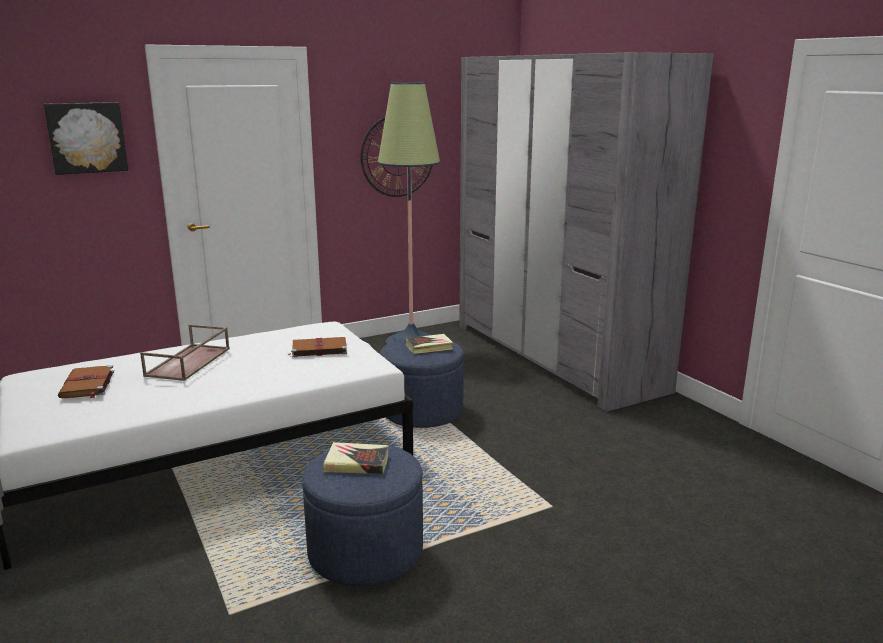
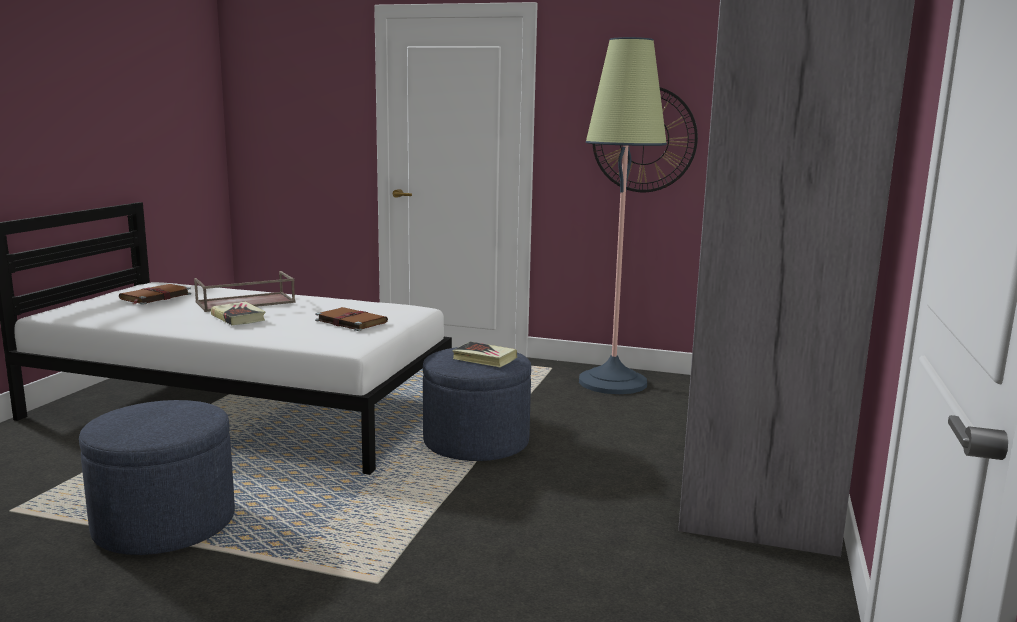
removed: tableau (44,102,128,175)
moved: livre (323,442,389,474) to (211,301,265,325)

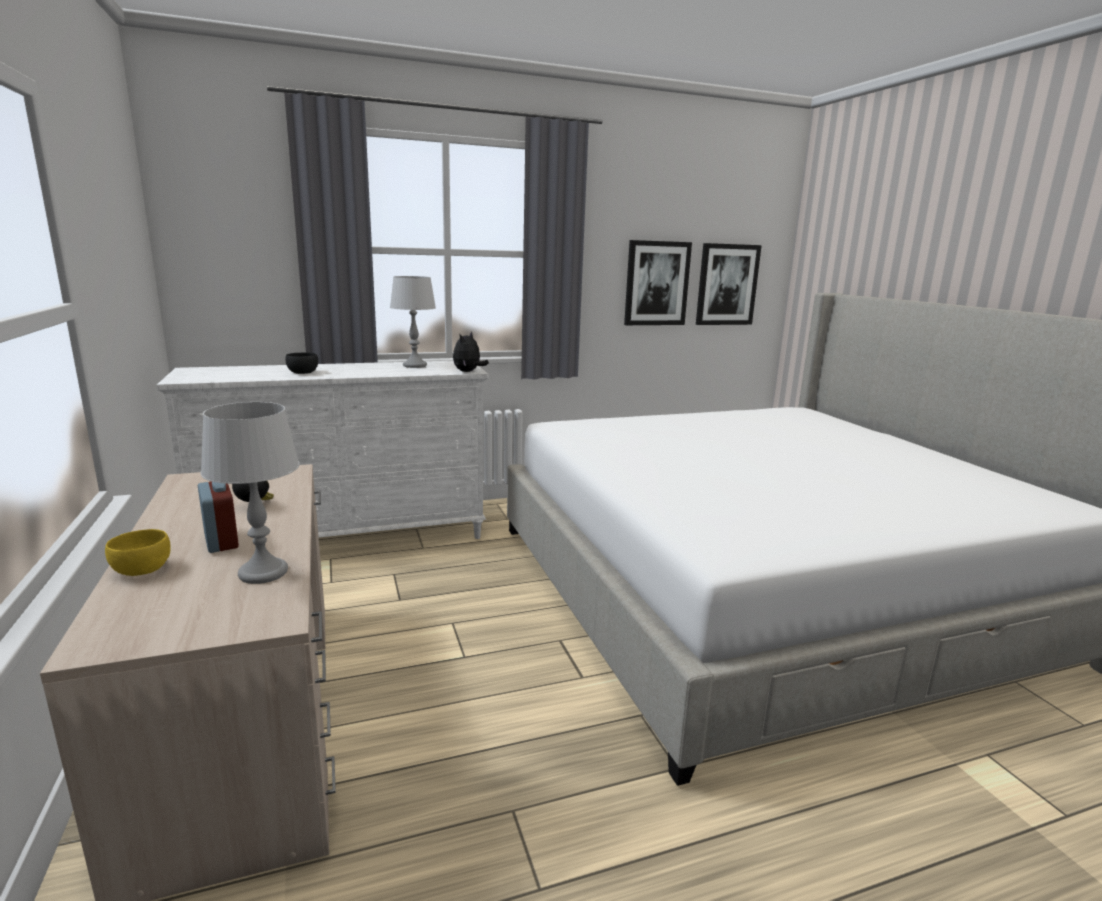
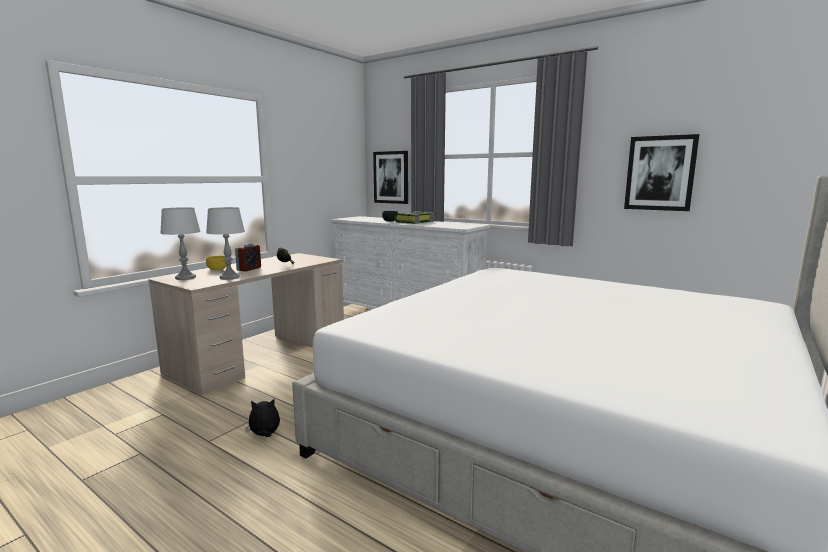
added: livre (394,211,434,224)
moved: lampe de table (gris) (390,276,436,368) to (160,207,201,280); peluche (453,331,489,372) to (245,398,280,437); tableau (696,243,762,325) to (373,151,408,204)

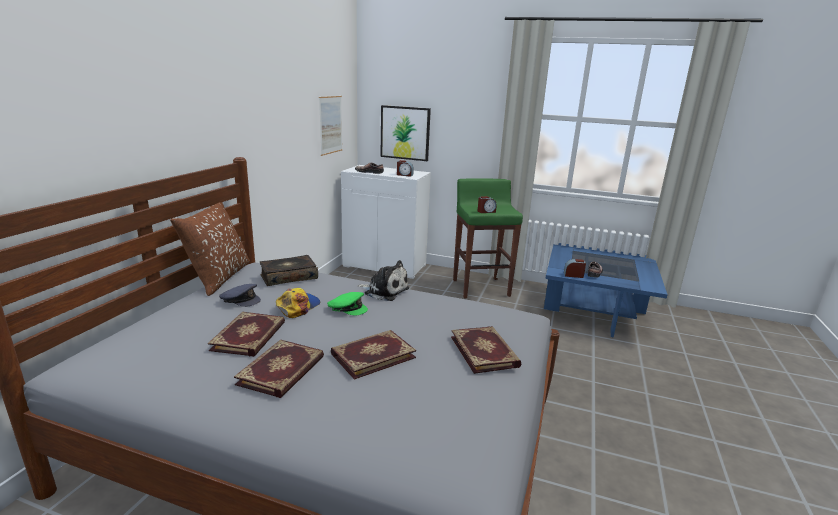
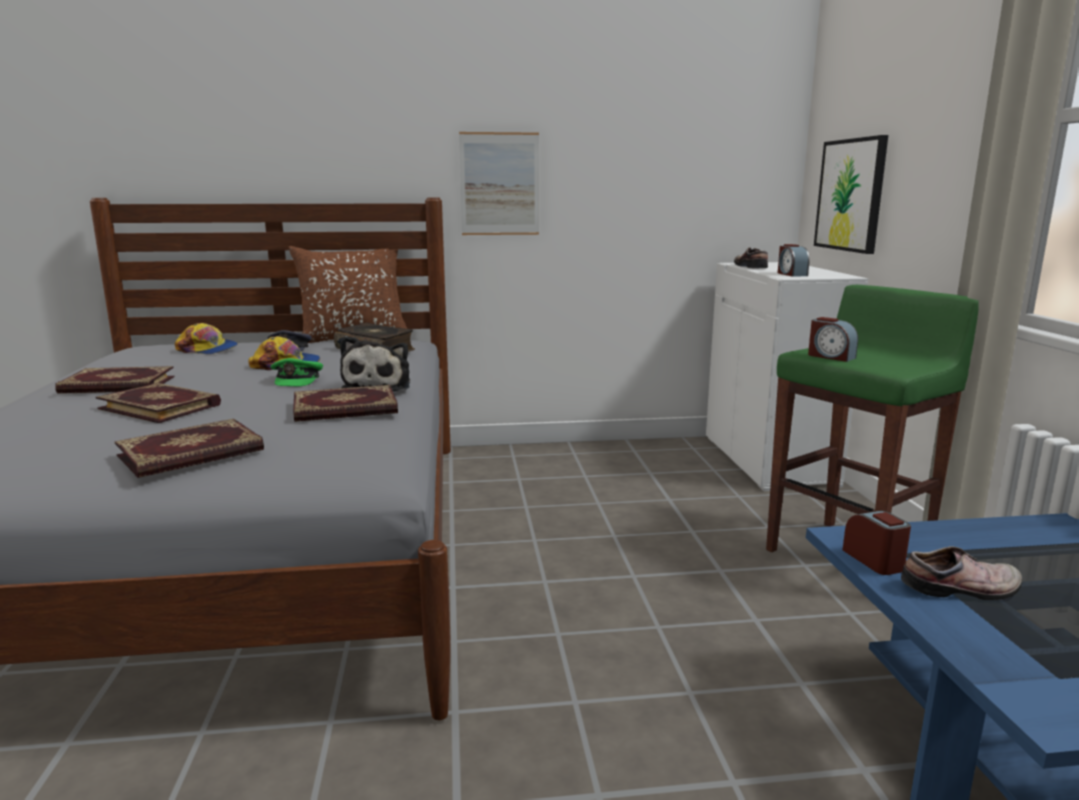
added: casquette (175,323,238,354)
moved: livre (208,312,285,357) to (293,385,398,422); tableau (319,96,342,156) to (459,132,539,235)

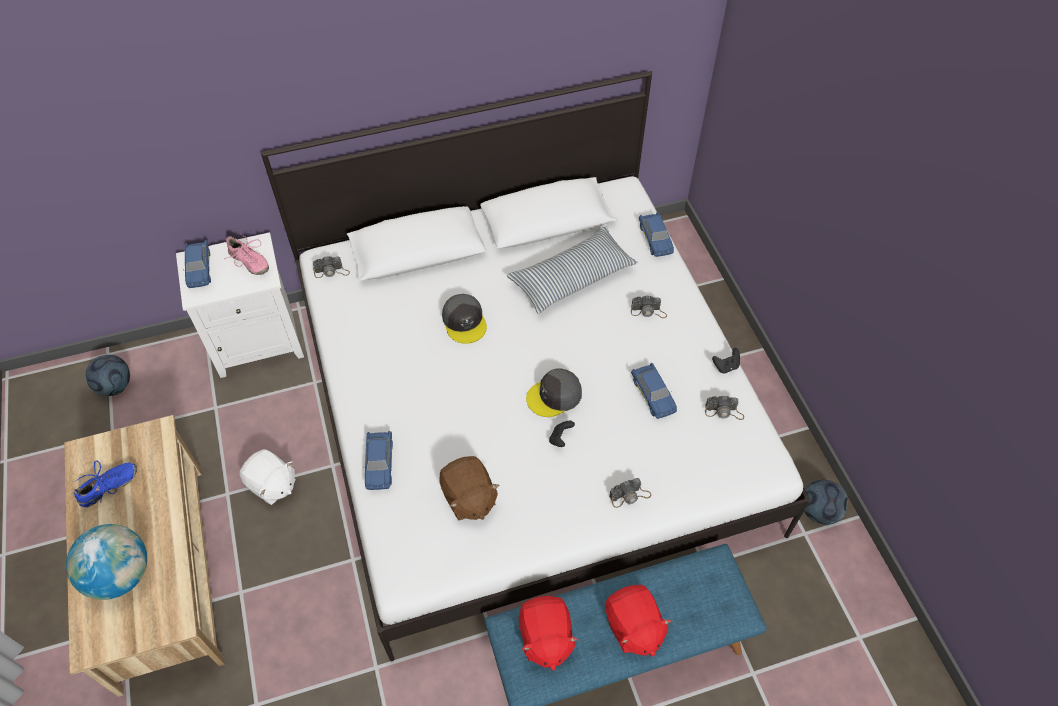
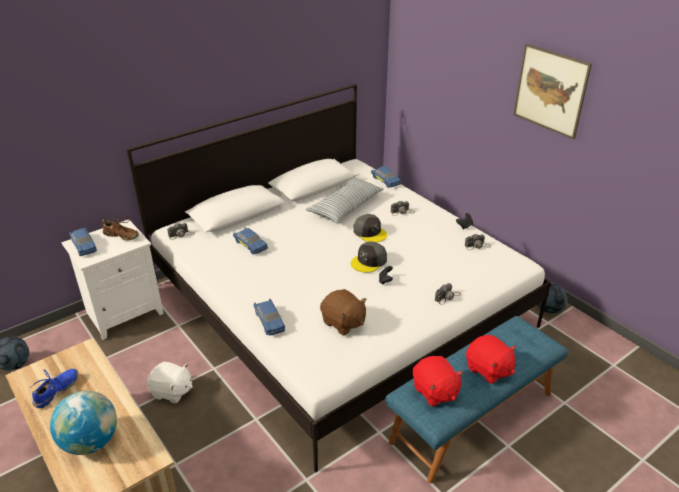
added: tableau (513,43,592,139)
moved: petite voiture (bleu) (631,363,677,419) to (233,228,268,254); casquette (gris) (442,294,487,344) to (353,214,387,242)
recoloured: chaussure (rose) (224,234,269,275) to chaussure (marron) (102,217,139,240)

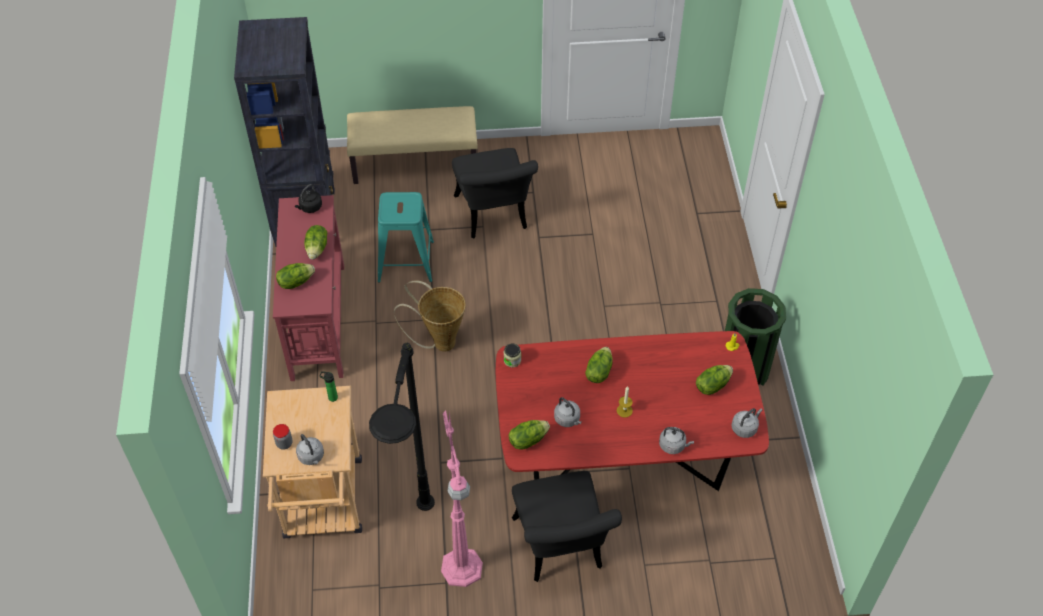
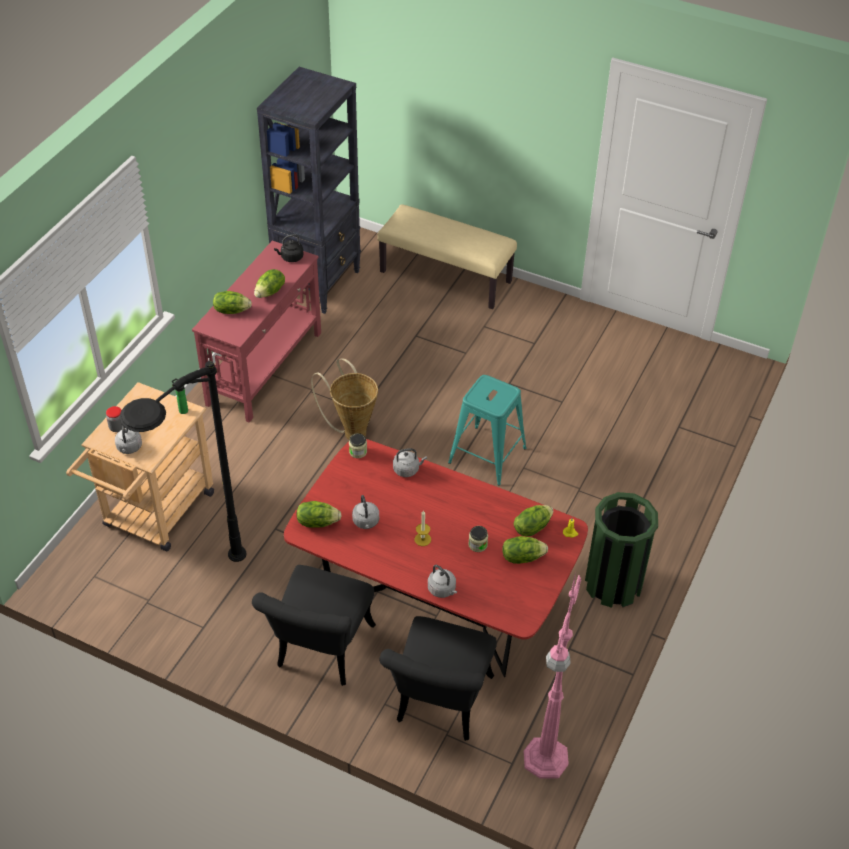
added: bocal (468,526,488,552)
moved: chaise (noir) (452,148,538,238) to (379,616,497,741); bouilloire (gris) (732,408,763,438) to (393,448,427,477); tabouret (turquoise) (378,192,434,283) to (448,375,526,486); laitue (585,347,612,383) to (514,505,553,537); lampadaire (rose) (441,411,483,587) to (524,572,581,779)

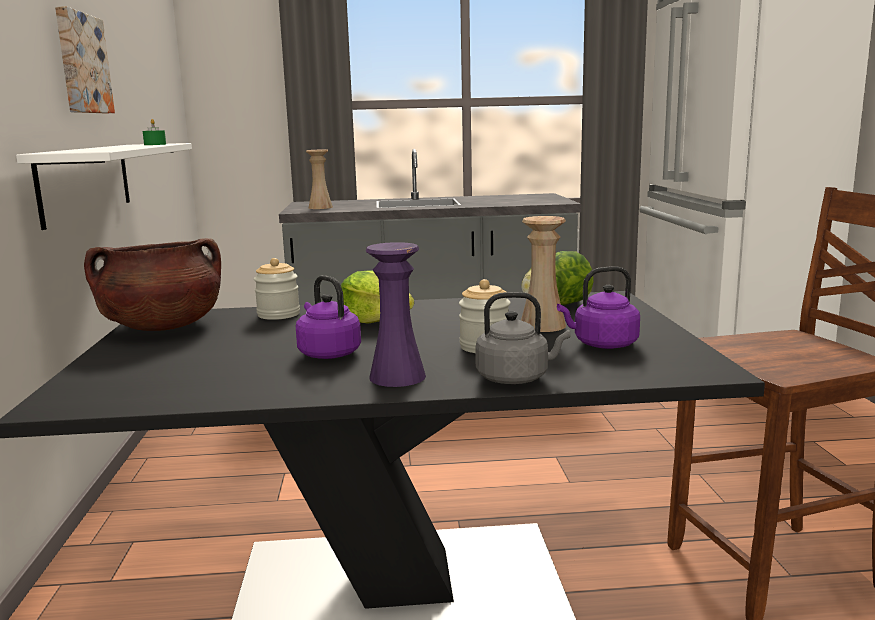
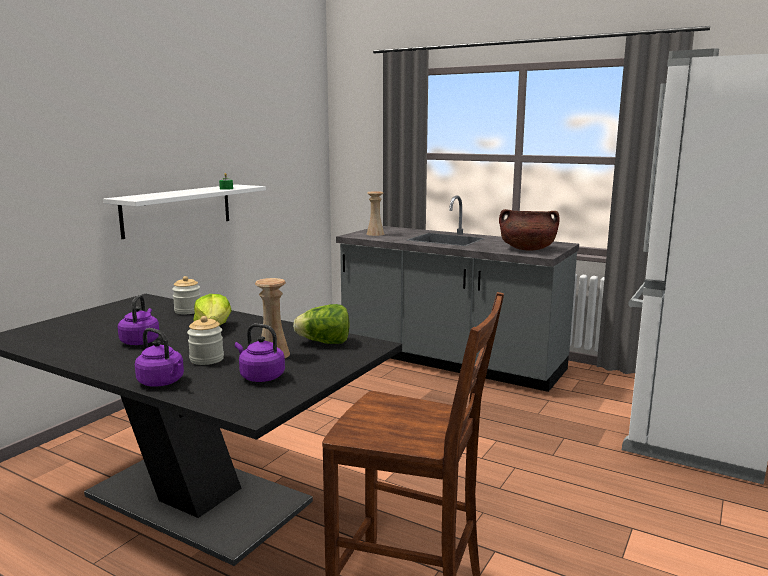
removed: tableau (55,6,115,113); vase (violet) (366,242,426,387)
moved: marmite (marron) (84,238,221,331) to (499,209,560,251)
recoloured: bouilloire (gris) (475,292,570,384) to bouilloire (violet) (135,328,184,387)

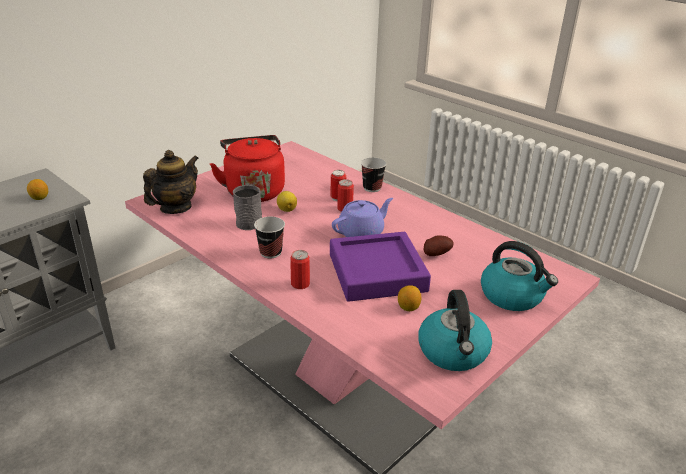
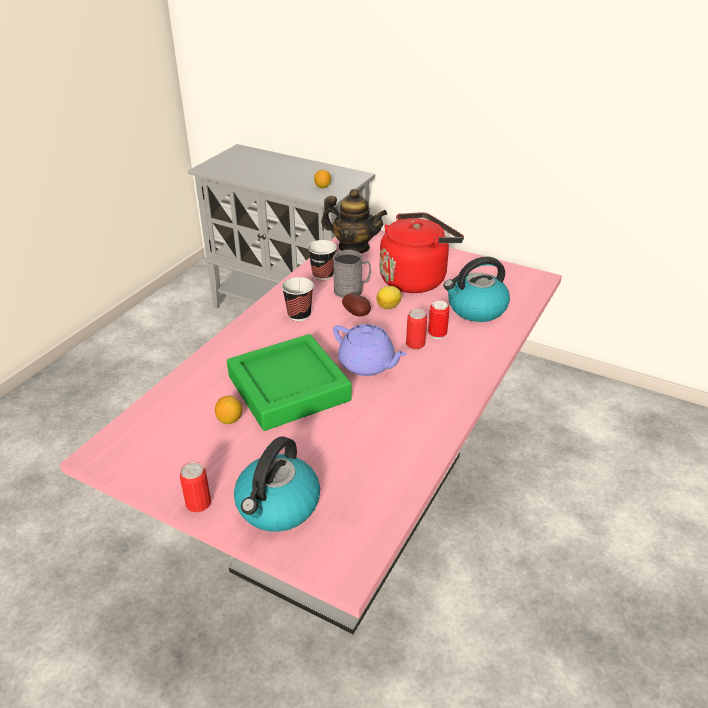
moved: boîte métallique (290,250,310,289) to (180,462,211,512); tasse (361,157,386,192) to (307,240,337,280); pomme de terre (424,236,454,256) to (342,293,371,317); bouilloire (418,290,492,371) to (444,256,510,322)
recoloured: plateau (violet) (330,232,431,302) to plateau (vert) (227,334,352,431)

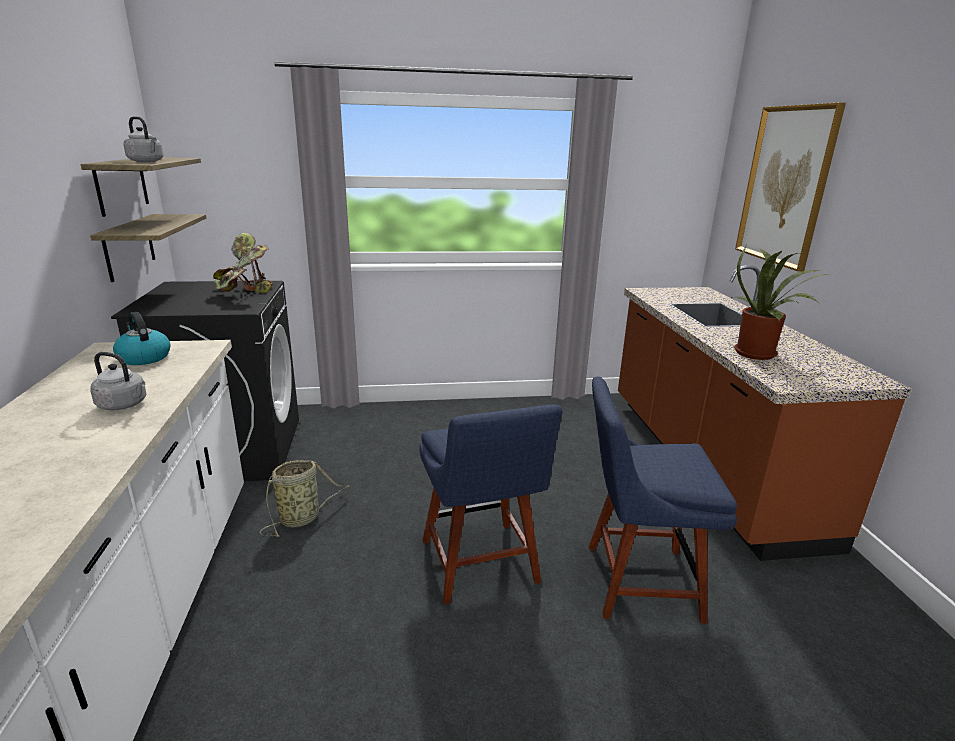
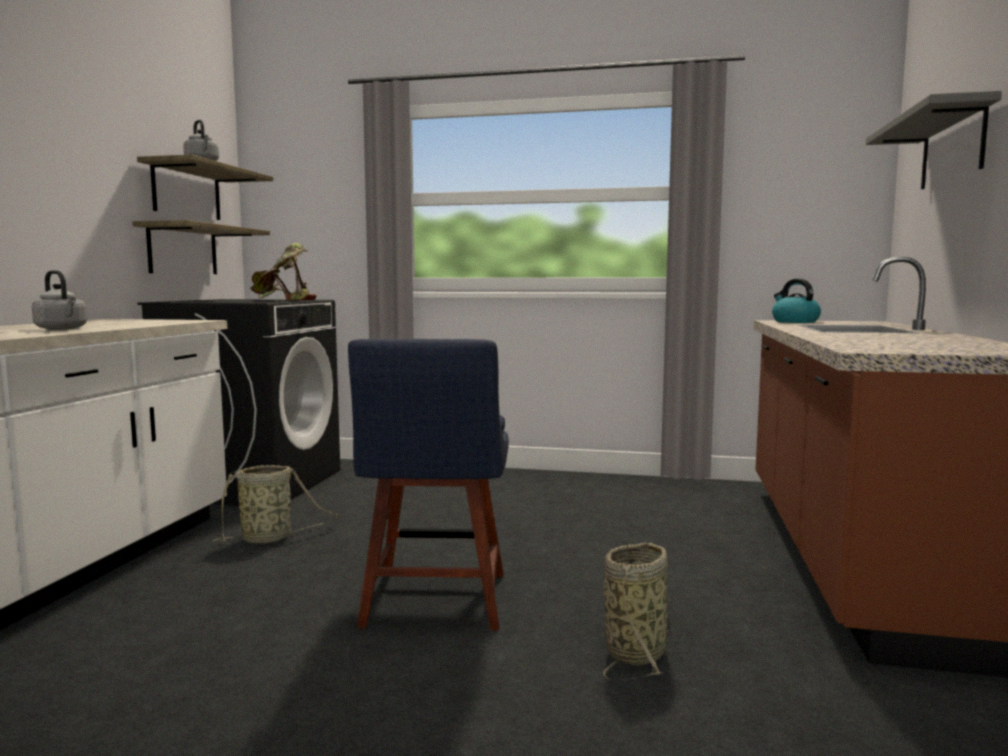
removed: plante en pot (732,246,830,360)
moved: bouilloire (113,312,171,365) to (772,279,821,323)
replaced: chaise (bleu) (589,377,737,624) to panier (603,543,668,680); tableau (735,103,846,272) to étagère (gris) (866,91,1002,189)

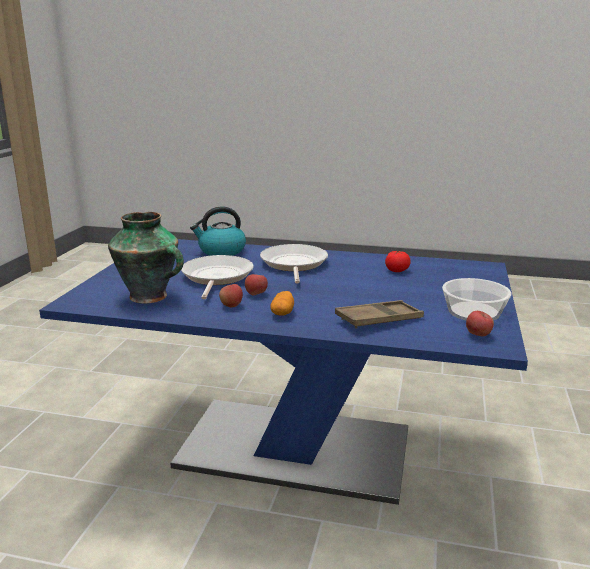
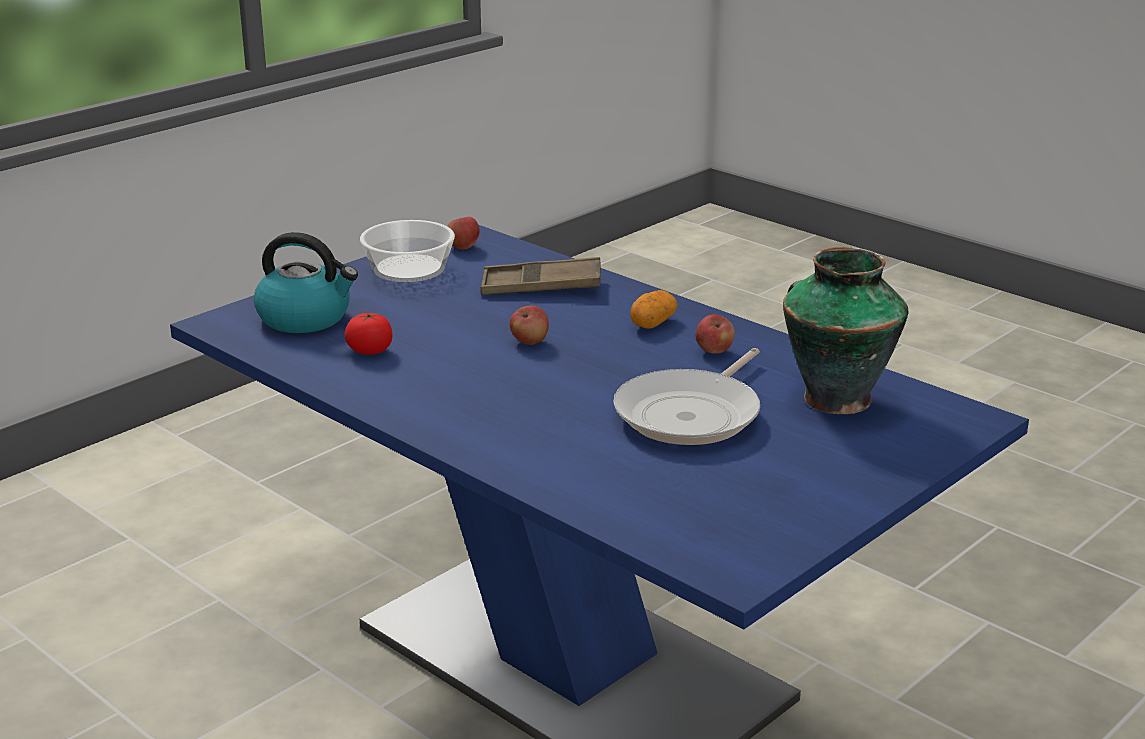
removed: poêle (260,244,328,284)
moved: bouilloire (190,207,246,256) to (254,232,358,333); pomme (245,274,268,295) to (509,306,549,345)

